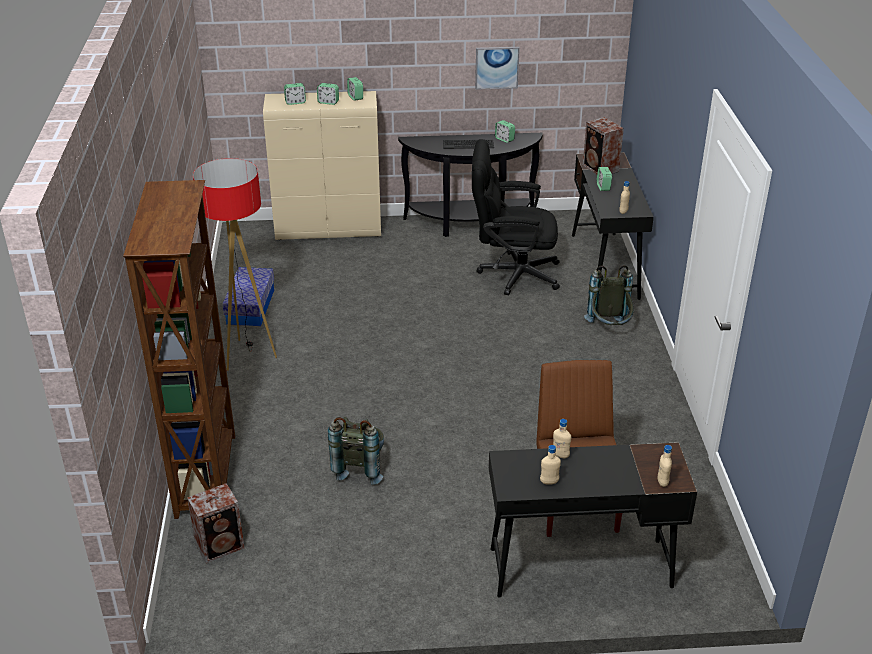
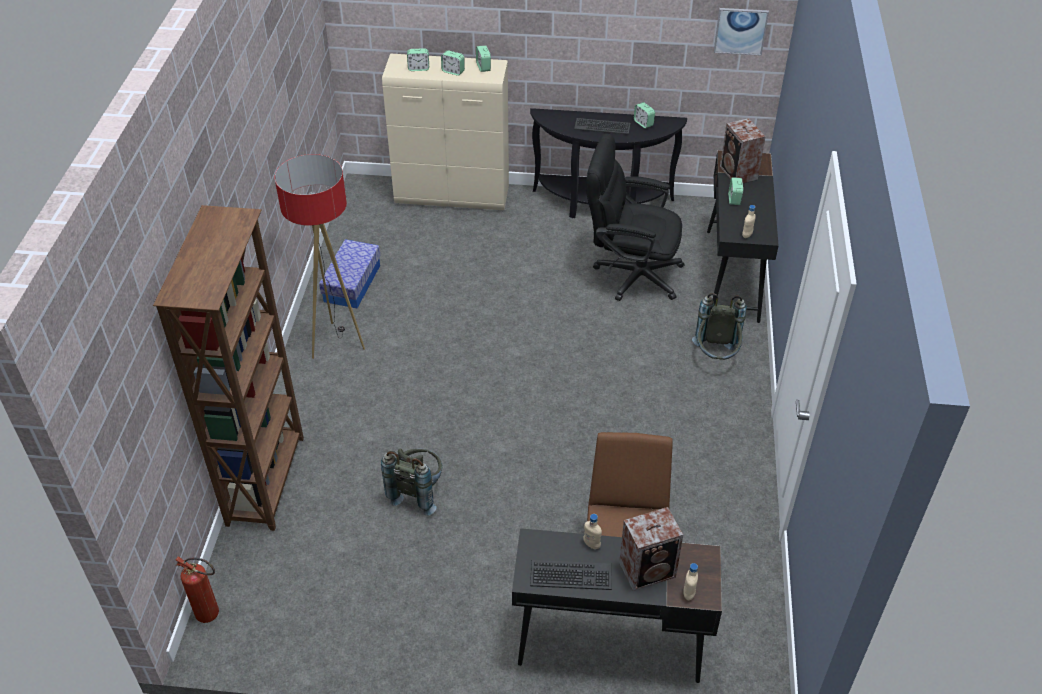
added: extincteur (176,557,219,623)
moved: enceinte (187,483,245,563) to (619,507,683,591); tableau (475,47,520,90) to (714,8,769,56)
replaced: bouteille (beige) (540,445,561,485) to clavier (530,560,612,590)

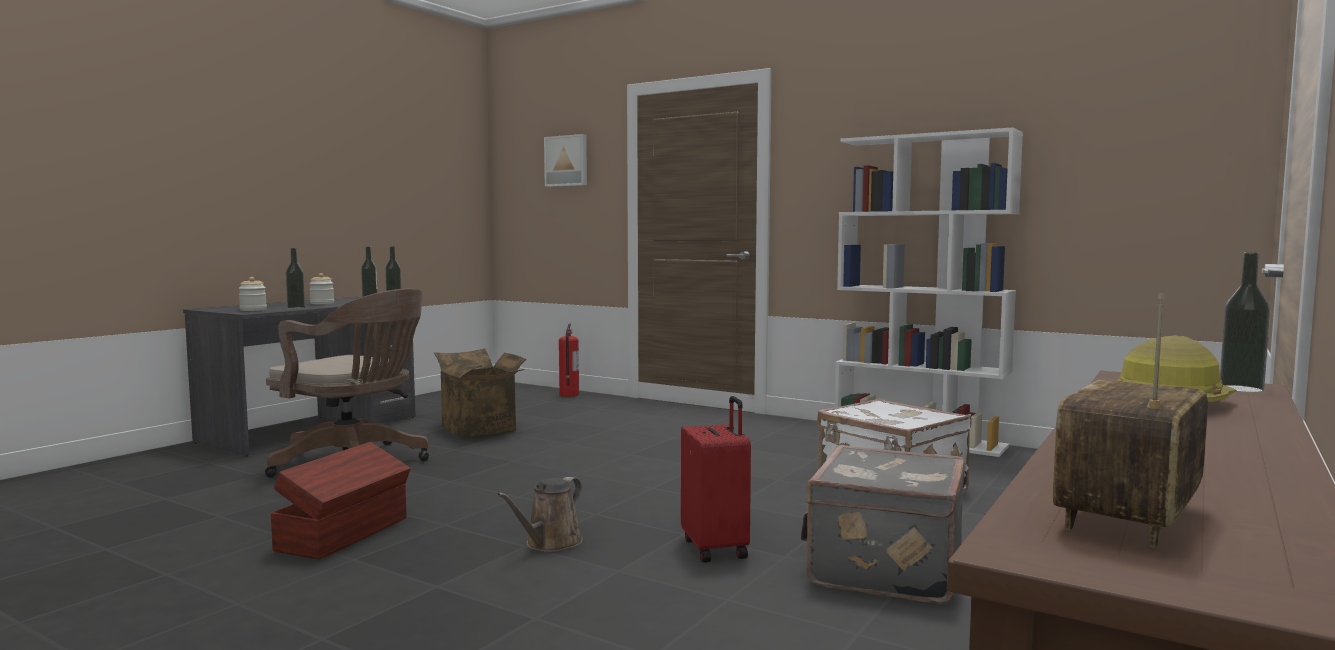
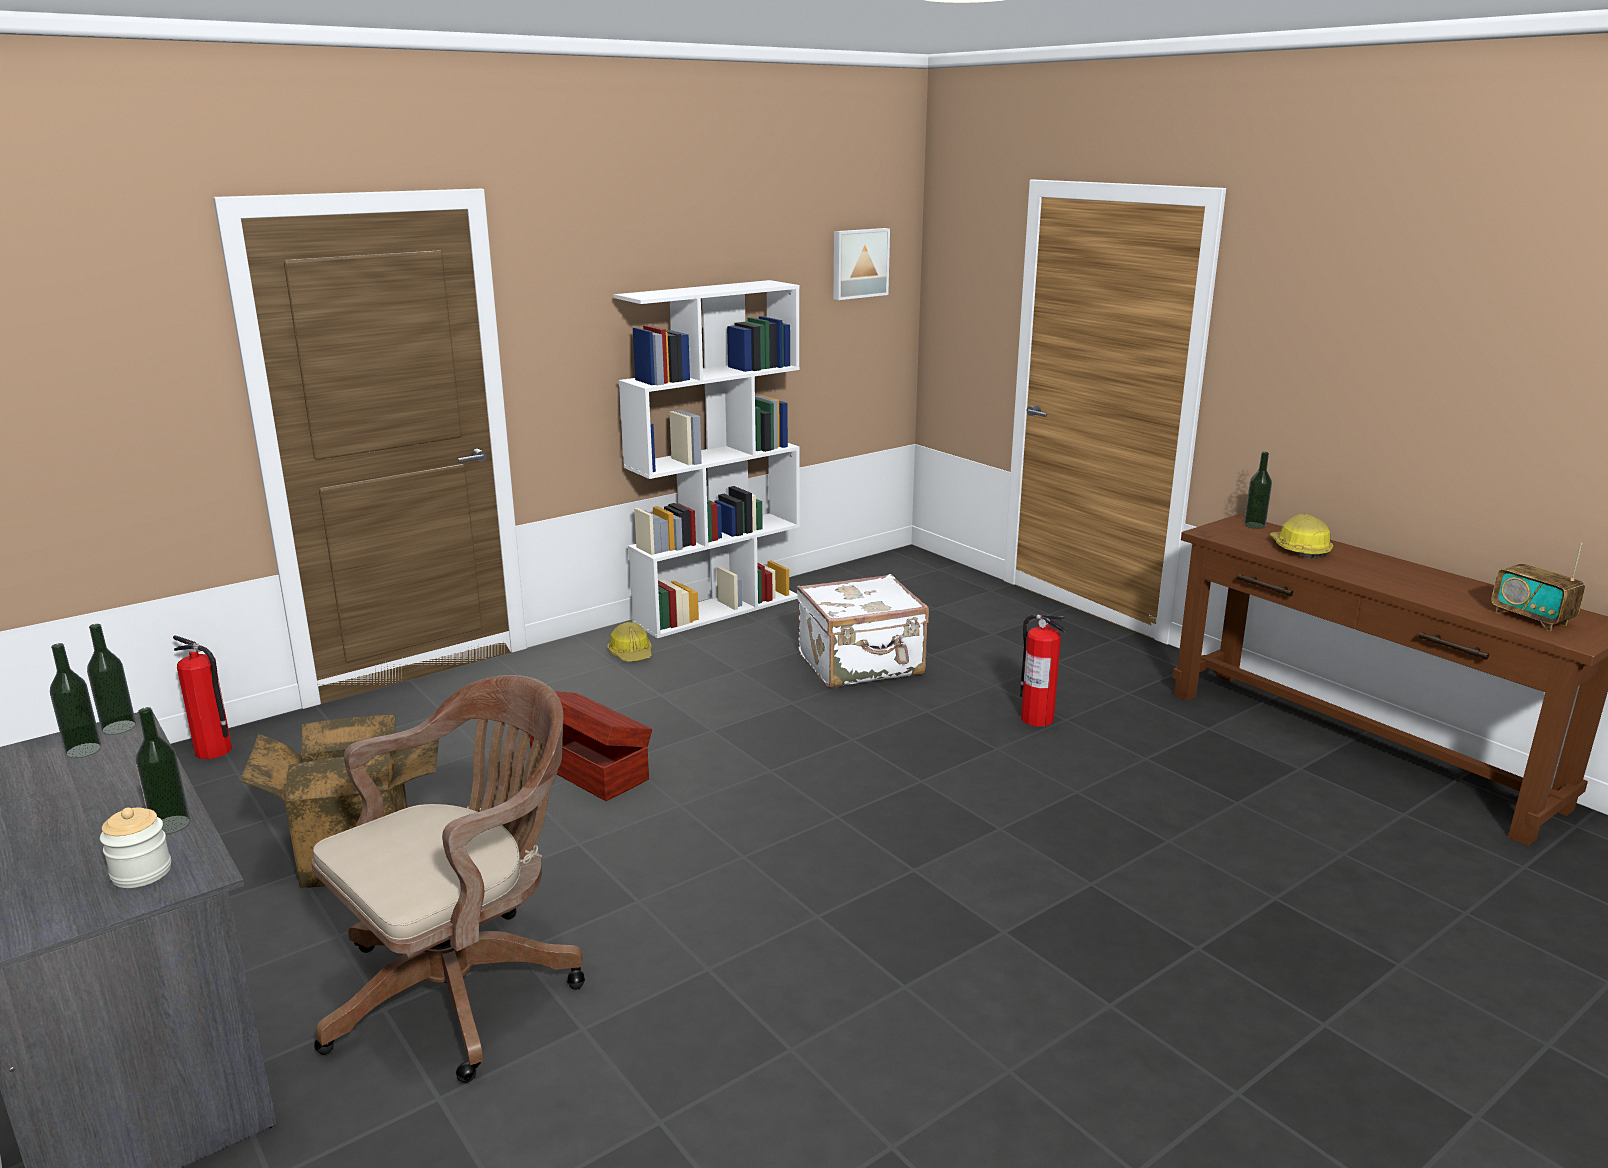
removed: bocal (309,273,334,304); arrosoir (marron) (497,477,583,552); valise (rouge) (681,396,751,563)
added: casque de chantier (607,622,652,661)
moved: boîte de rangement (marron) (271,442,411,560) to (530,691,652,801); tableau (544,134,587,187) to (833,228,890,300)
replaced: valise (gris) (801,445,965,604) to extincteur (1020,614,1065,726)

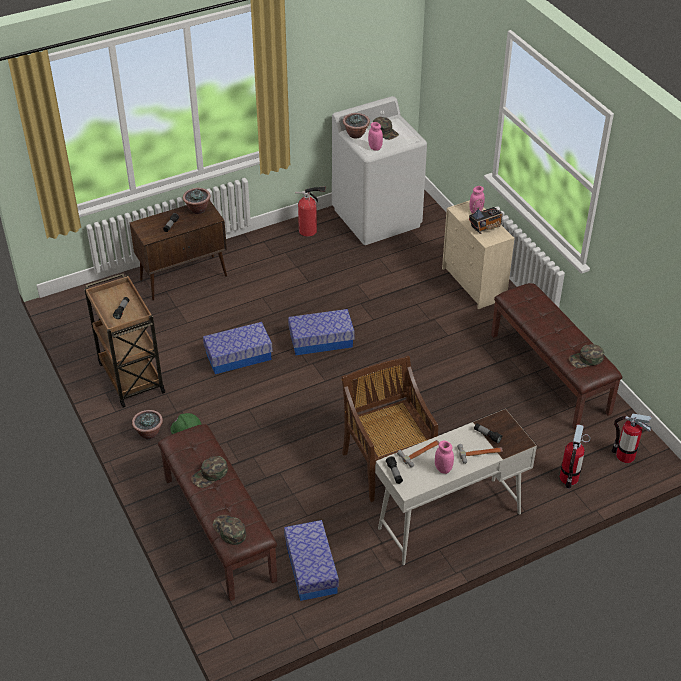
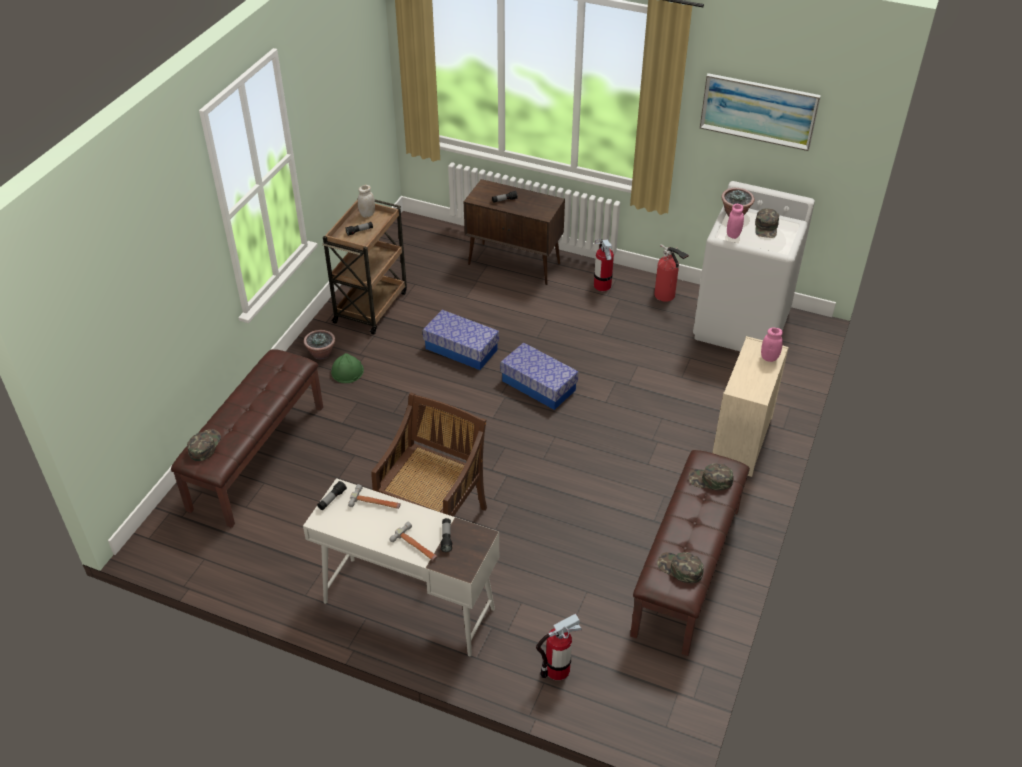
removed: plante en pot (183,188,210,214); boîte de rangement (284,520,339,601); bocal (rose) (435,441,454,474); radio (469,199,503,234)
added: bocal (blanc) (358,185,375,218); tableau (700,73,821,151)
moved: extincteur (611,414,651,463) to (594,239,614,291); casquette (vert) (191,456,228,488) to (689,463,734,491)

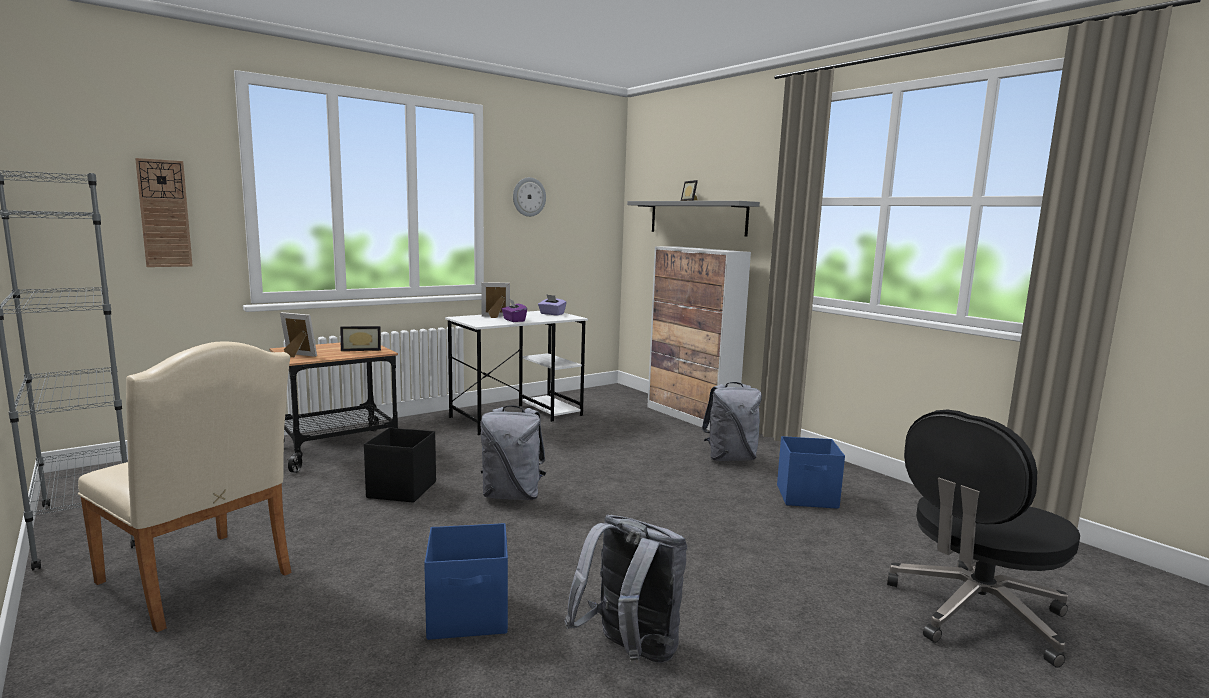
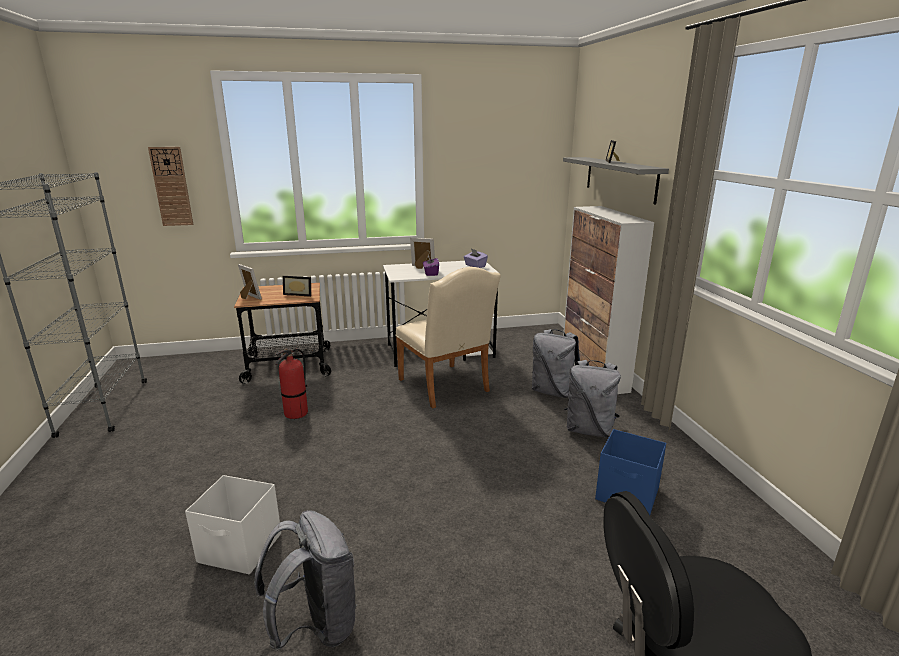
removed: horloge murale (513,177,546,217)
moved: chaise (beige) (78,342,292,632) to (395,267,501,408); sac à dos (gris) (480,405,546,500) to (532,329,580,398)
replaced: boîte de rangement (noir) (364,427,436,503) to extincteur (275,349,308,419)
recoloured: boîte de rangement (bleu) (424,523,508,640) to boîte de rangement (blanc) (185,475,281,574)

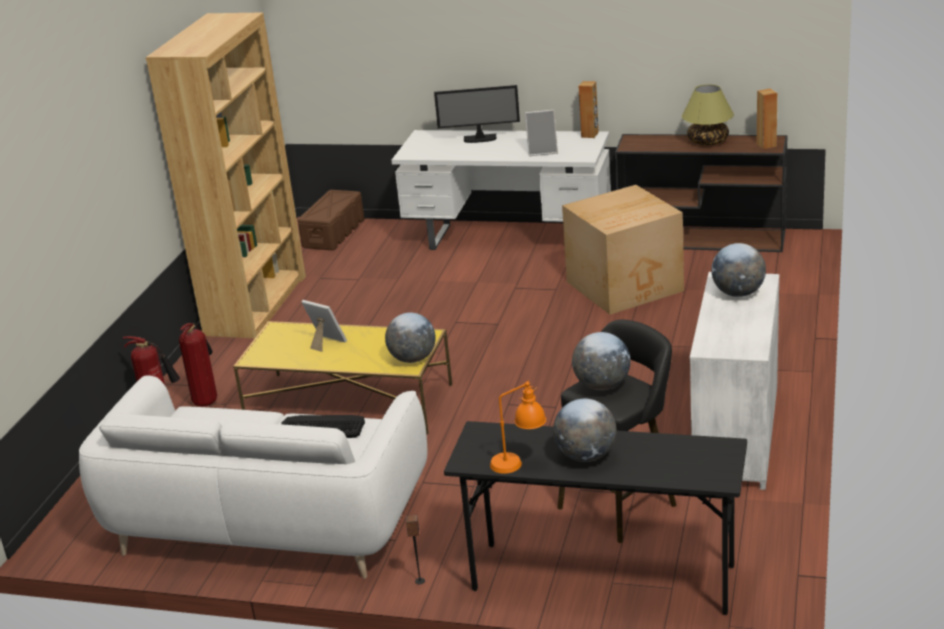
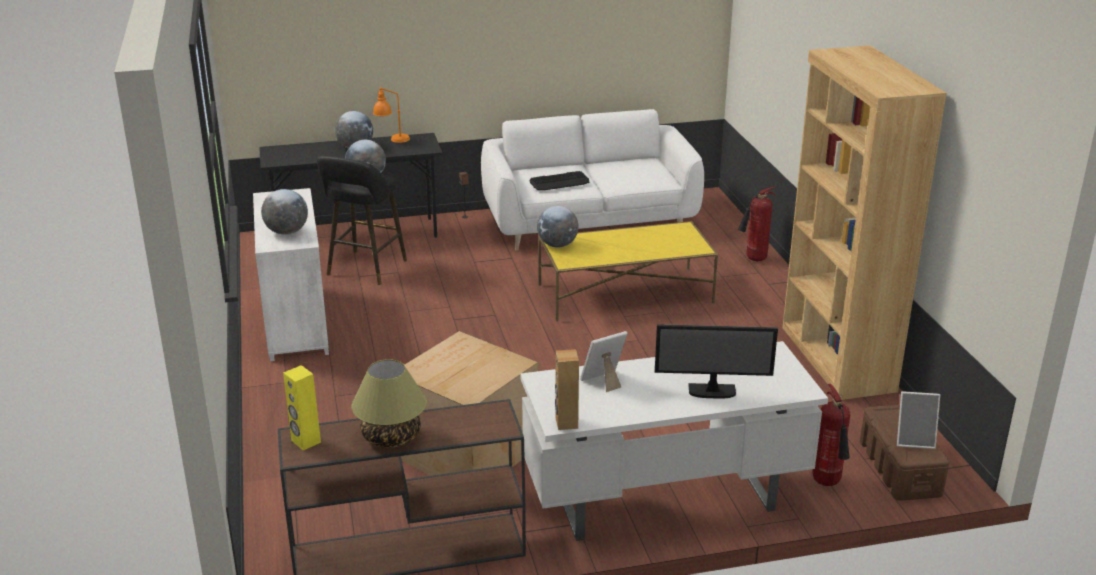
moved: extincteur (179,323,217,407) to (813,384,850,486); cadre photo (301,300,347,352) to (897,391,940,449)
recoloured: enceinte (marron) (757,88,777,149) to enceinte (jaune) (283,365,321,451)
turned: écran d'ordinateur (434,85,520,143) = (655,324,778,399) 150 degrees counterclockwise

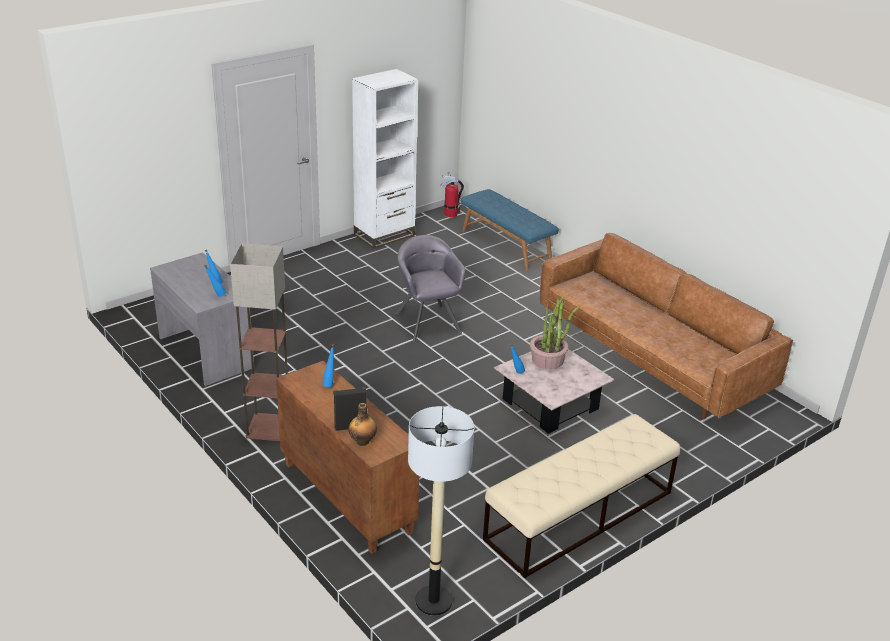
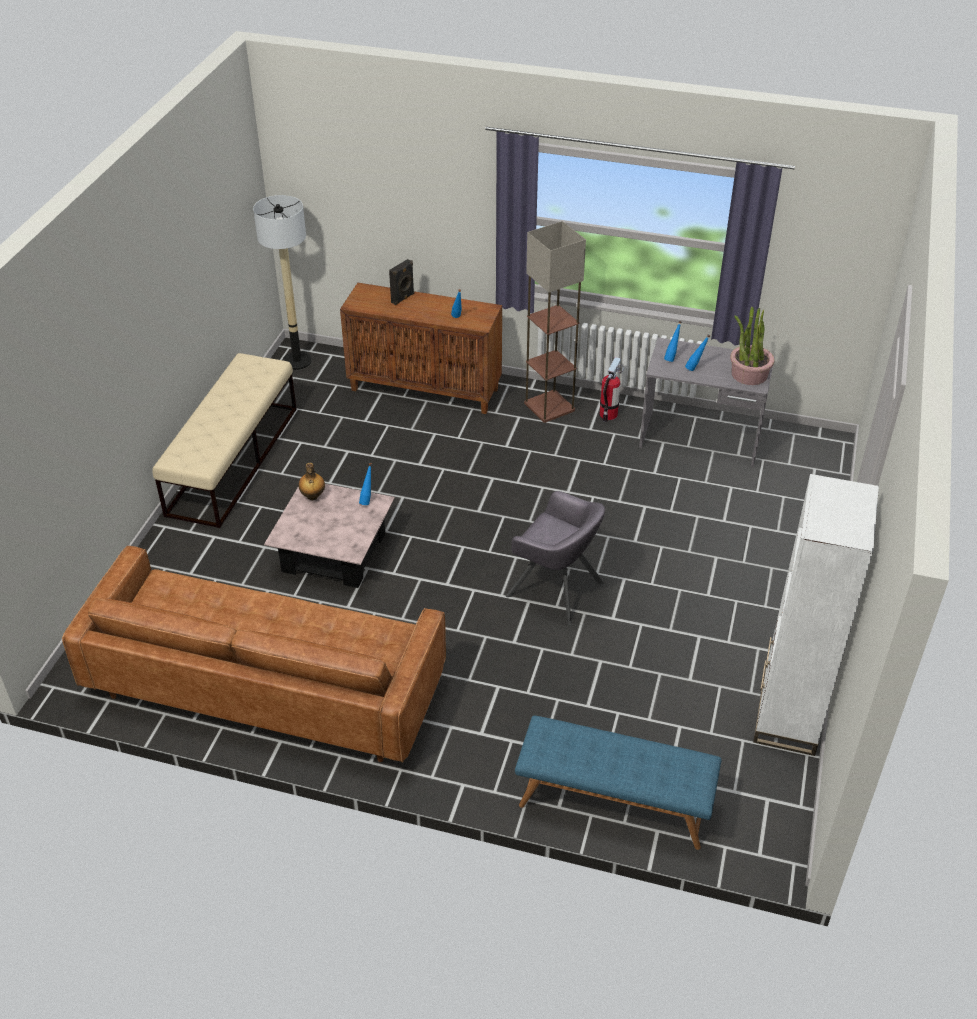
moved: bouteille (349,403,377,446) to (298,463,325,500); extincteur (441,172,464,218) to (600,357,624,422); plante en pot (530,296,580,369) to (730,307,775,385)

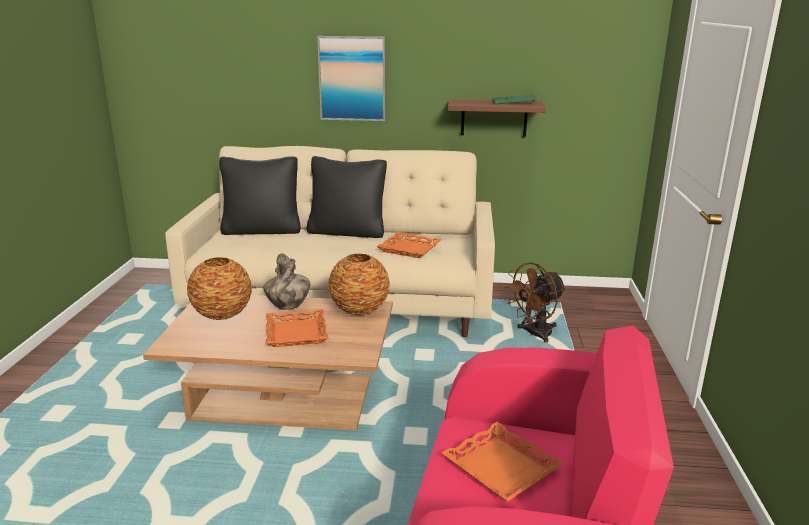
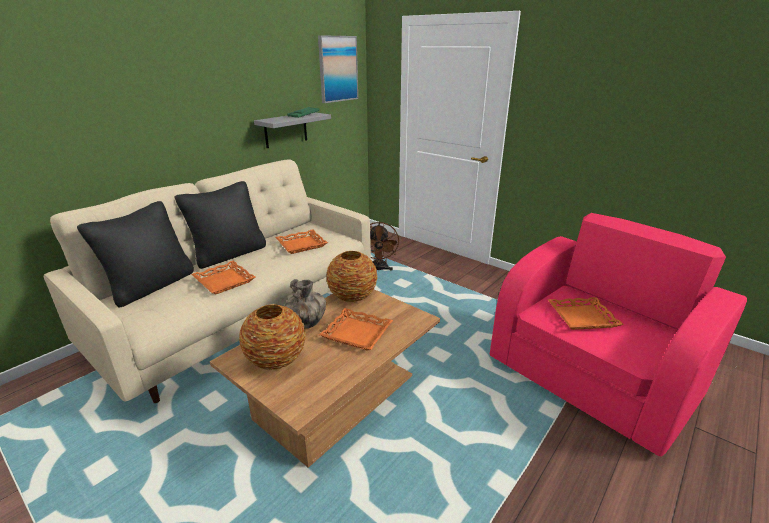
added: plateau (orange) (191,261,255,294)
moved: tableau (317,36,385,121) to (318,35,358,103)
recoloured: étagère (marron) (448,100,546,137) to étagère (gris) (254,112,331,148)

